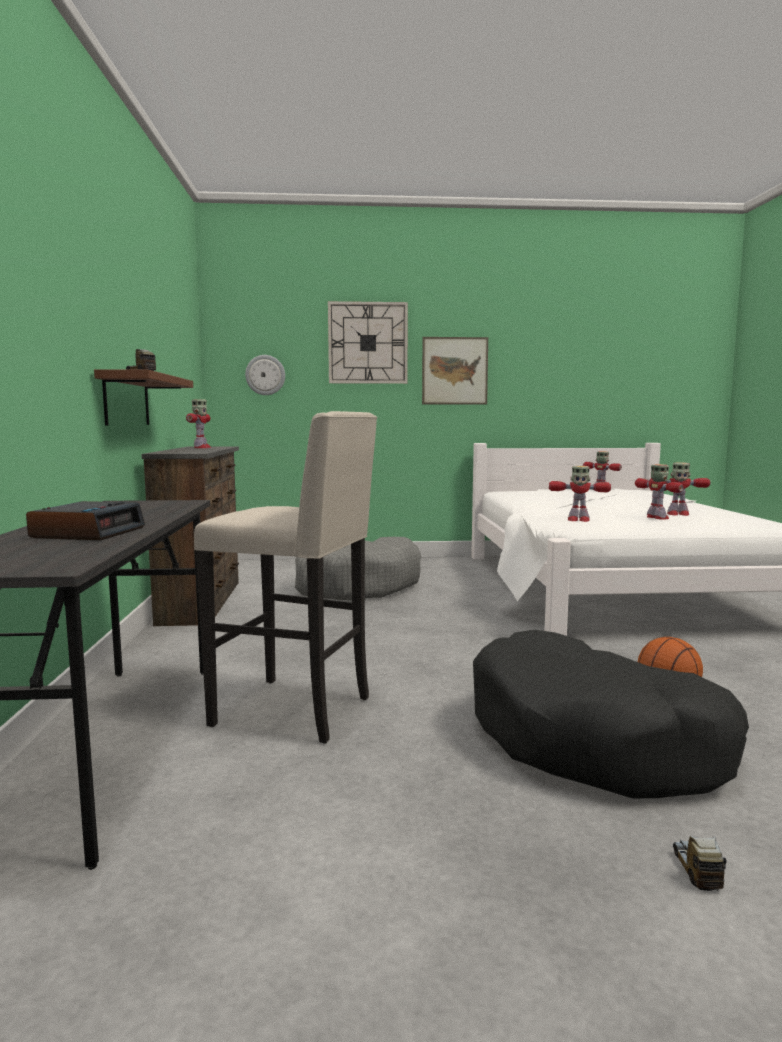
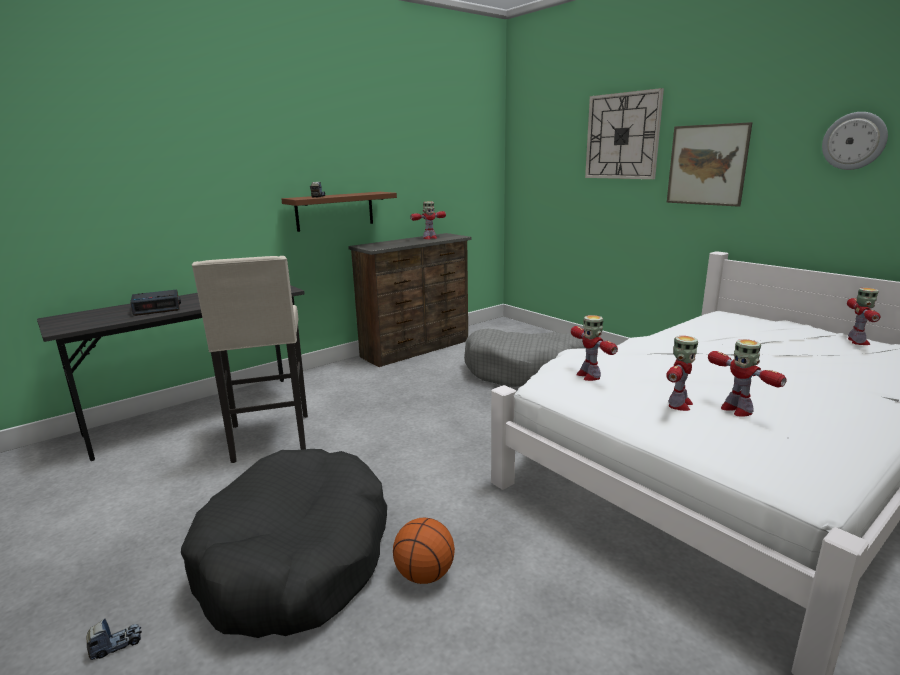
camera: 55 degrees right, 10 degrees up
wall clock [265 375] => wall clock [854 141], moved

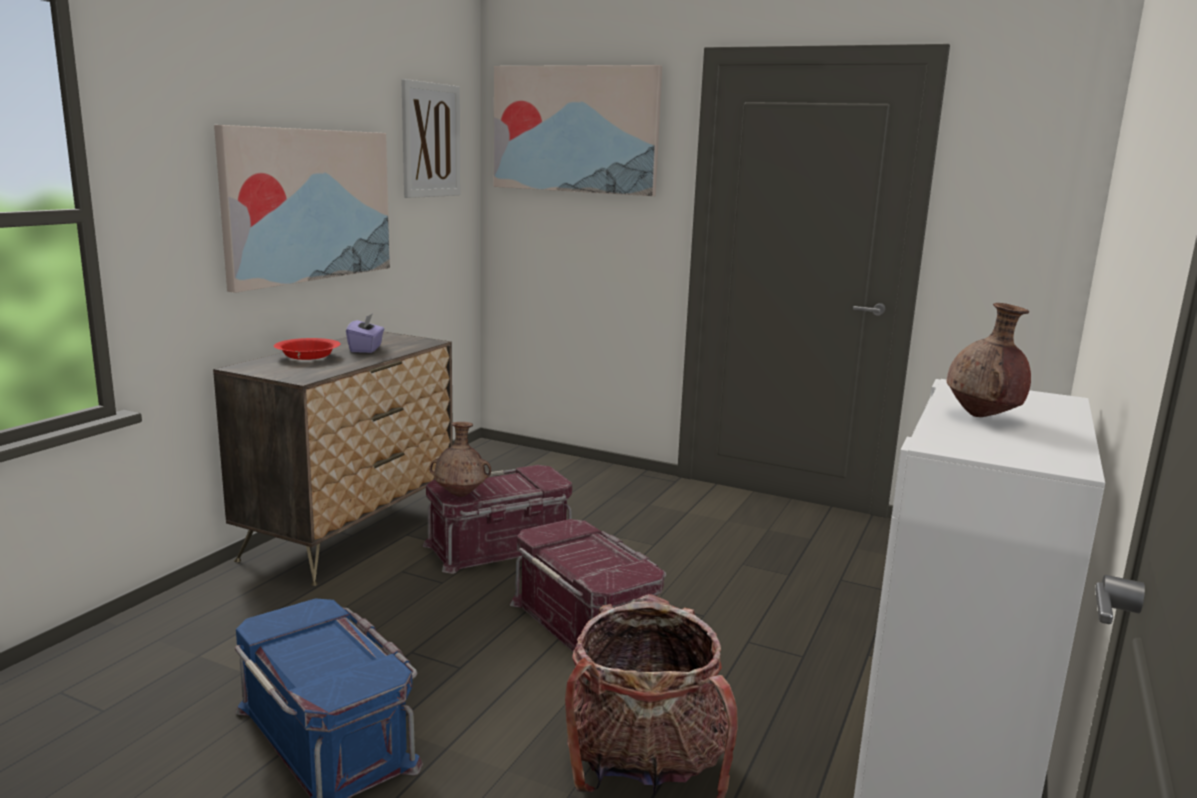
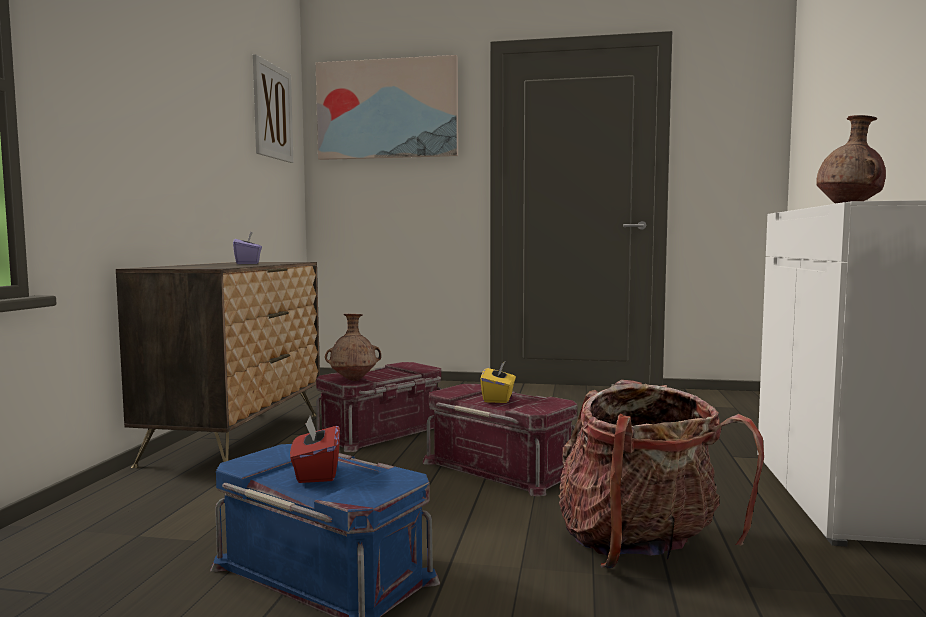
camera: 15 degrees left, 10 degrees down
nothing => red tissue box [316 473]
nothing => yellow tissue box [498 398]
picture [308 205] => nothing
red bowl [307 356] => nothing

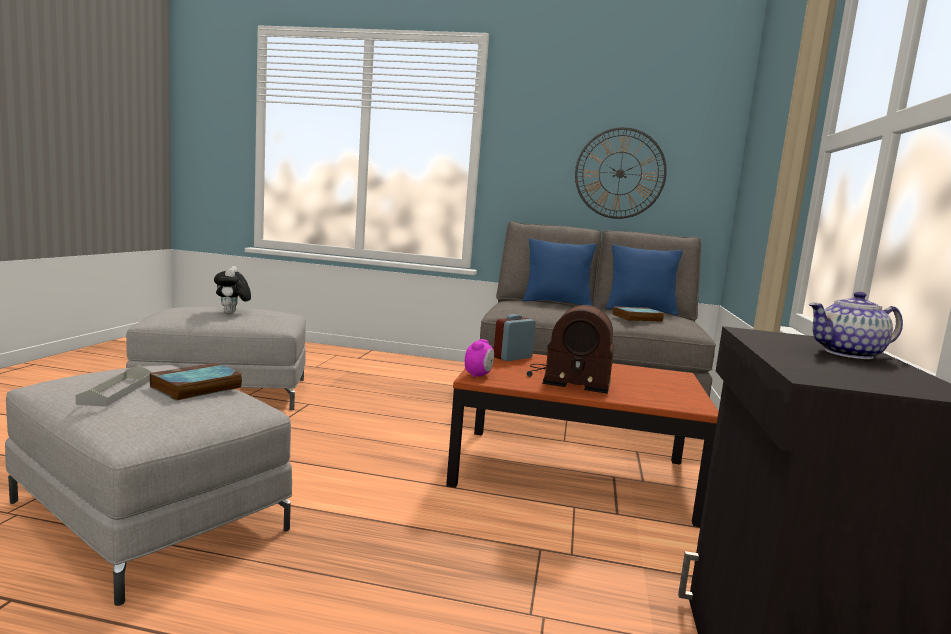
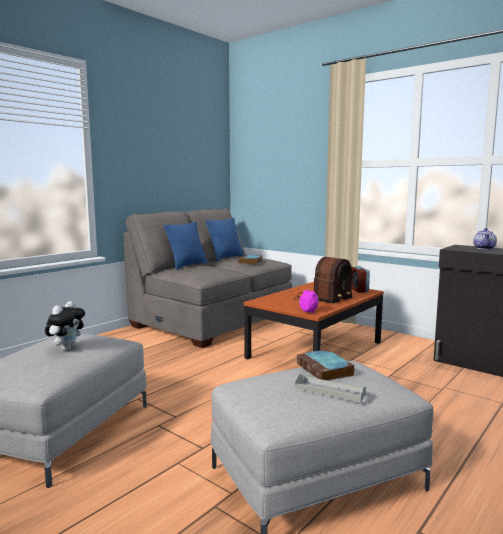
camera: 60 degrees left, 0 degrees up
plush toy [232 313] => plush toy [67 348], 90 degrees counterclockwise
alarm clock [512 357] => alarm clock [359 290], moved
wall clock [620 173] => nothing

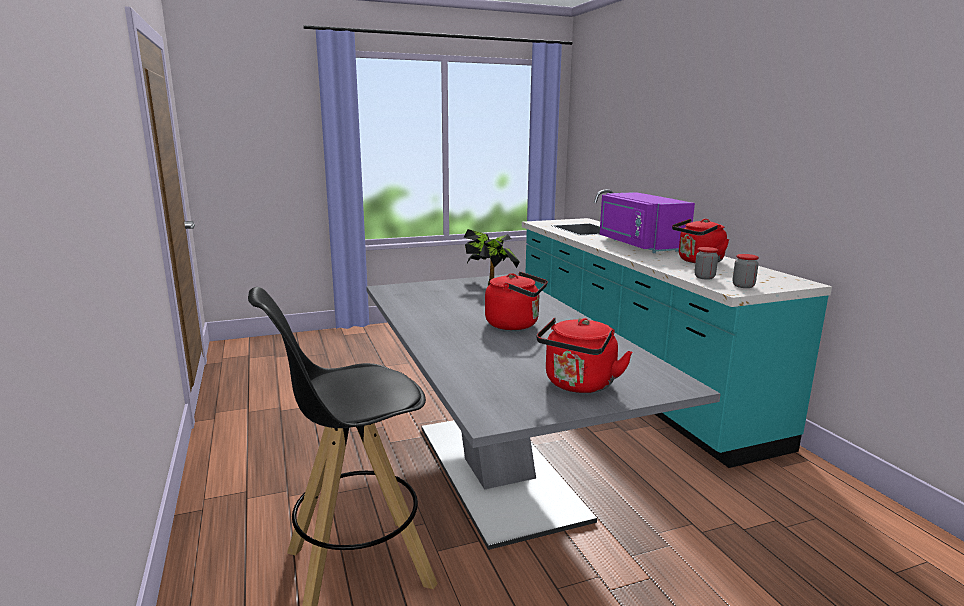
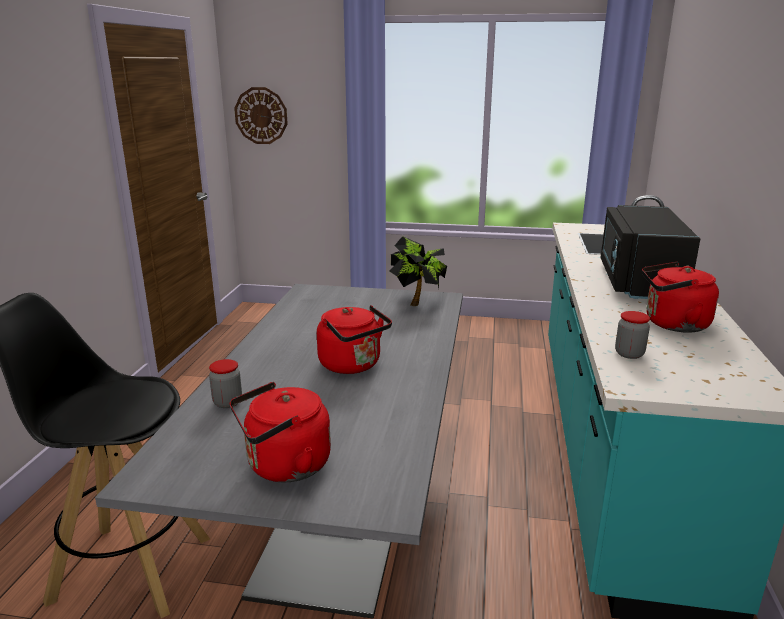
camera: 30 degrees right, 5 degrees up
jar [743 286] => jar [227 402], moved
nothing => wall clock [261 115]
purple microwave [639 245] => black microwave [637 282]

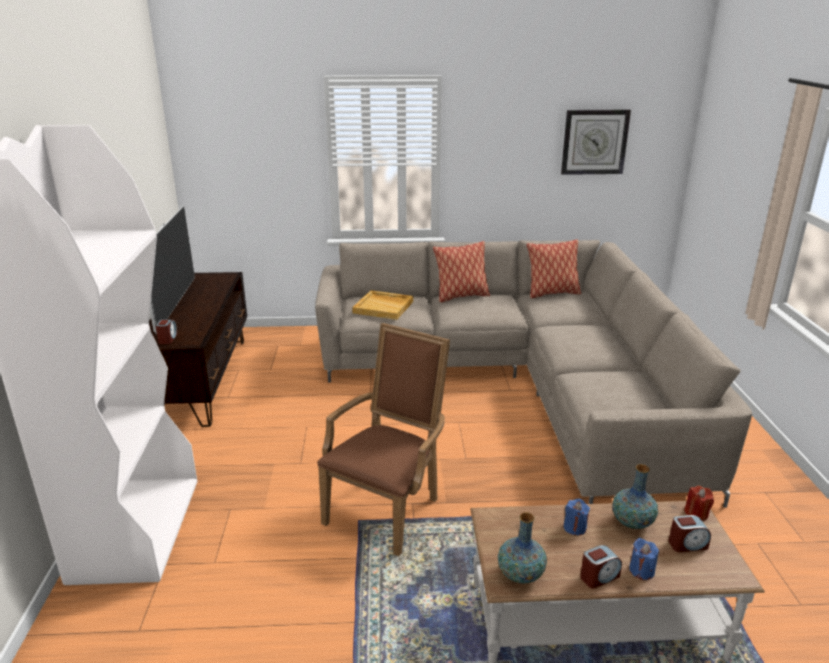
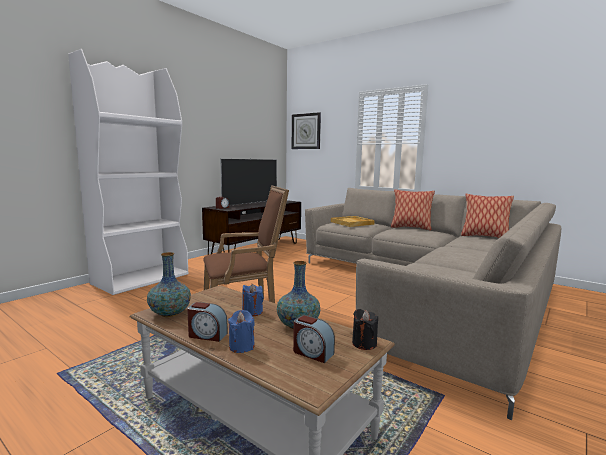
camera: 40 degrees right, 15 degrees down
wall clock [594 142] => wall clock [306 131], moved
red candle [696 513] => black candle [364 343]

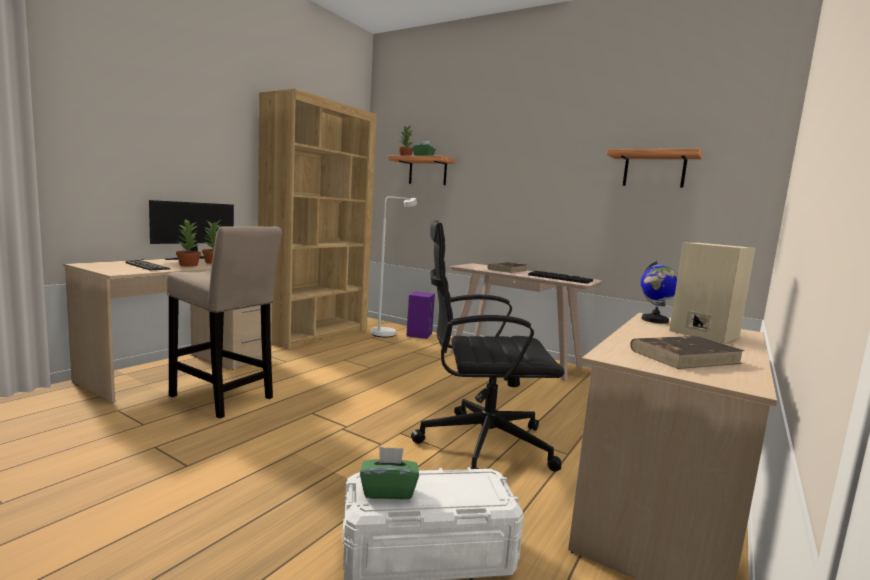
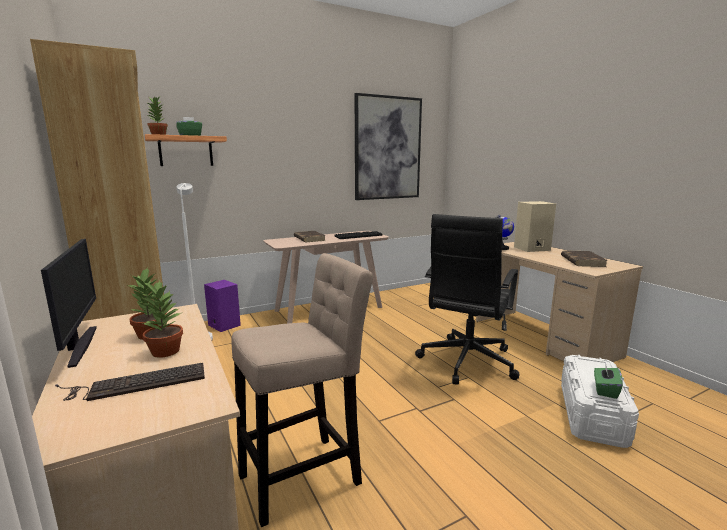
camera: 60 degrees left, 5 degrees up
shelf [654 170] => picture [387 148]

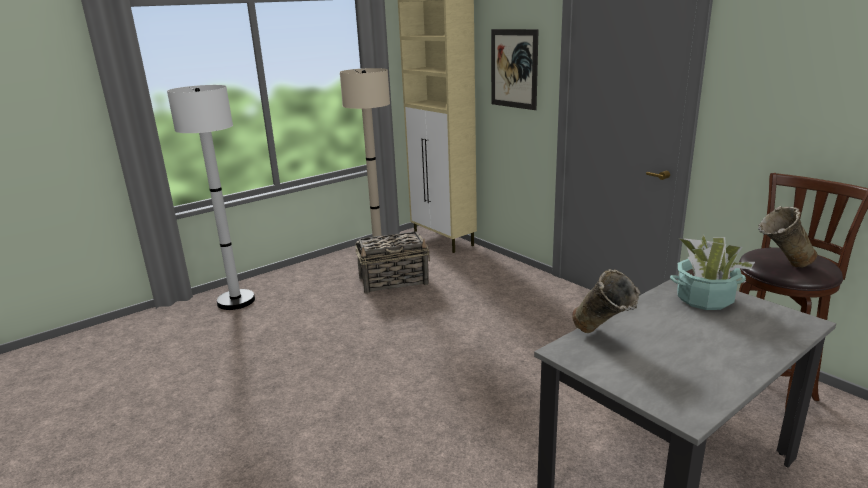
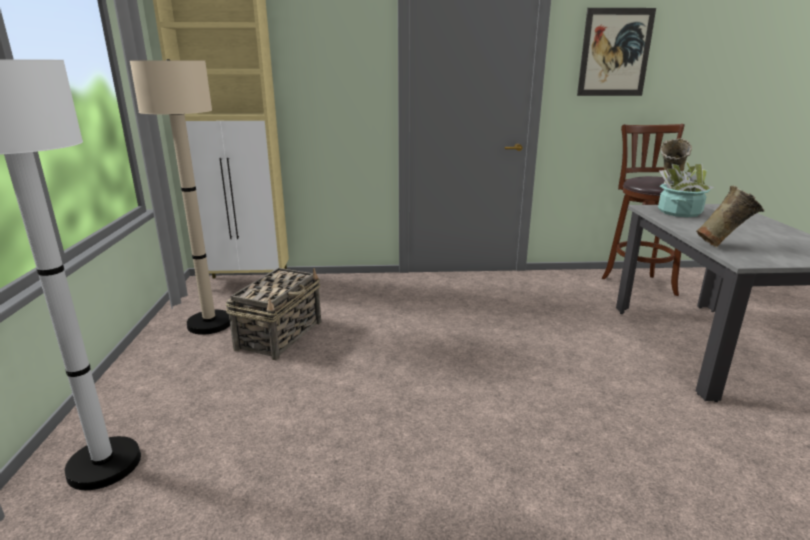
camera: 55 degrees left, 0 degrees up
picture [514 69] => picture [615 53], moved

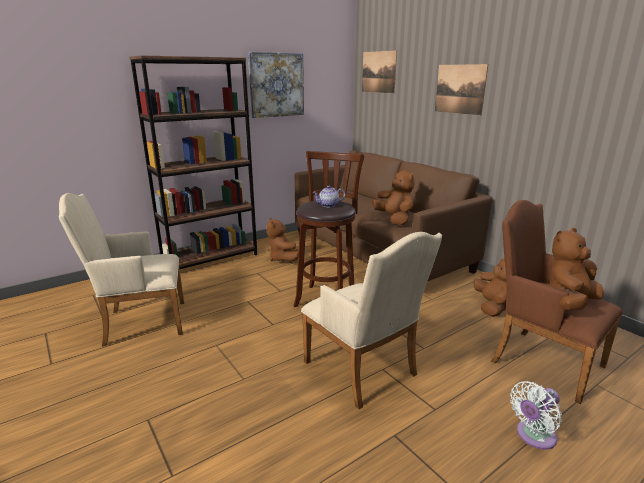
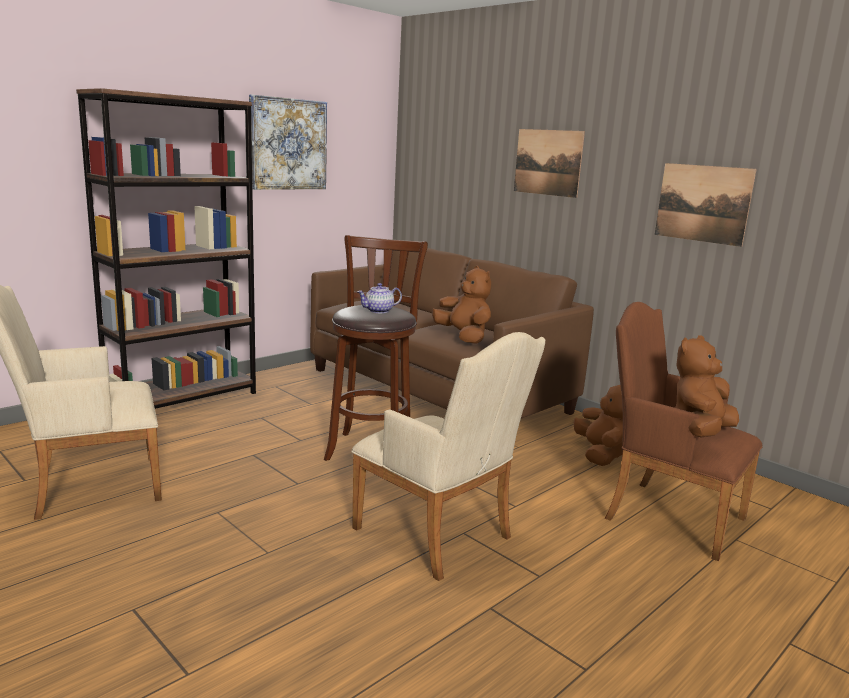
camera: 10 degrees left, 5 degrees down
picture [378 72] => picture [703 203], moved
brown plush toy [283 259] => nothing
white fan [533 436] => nothing

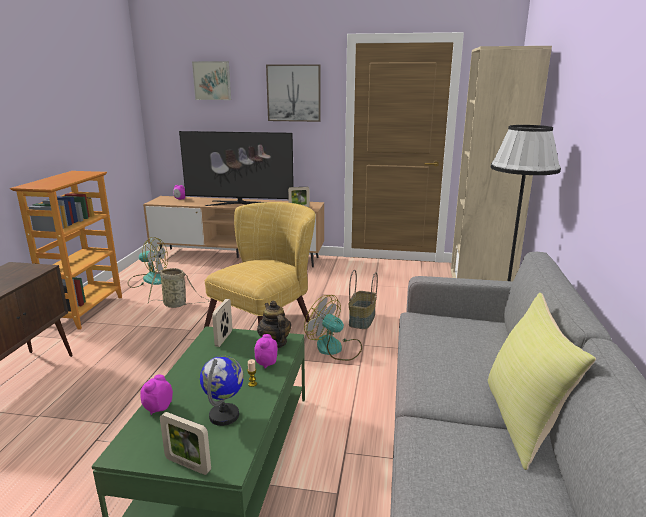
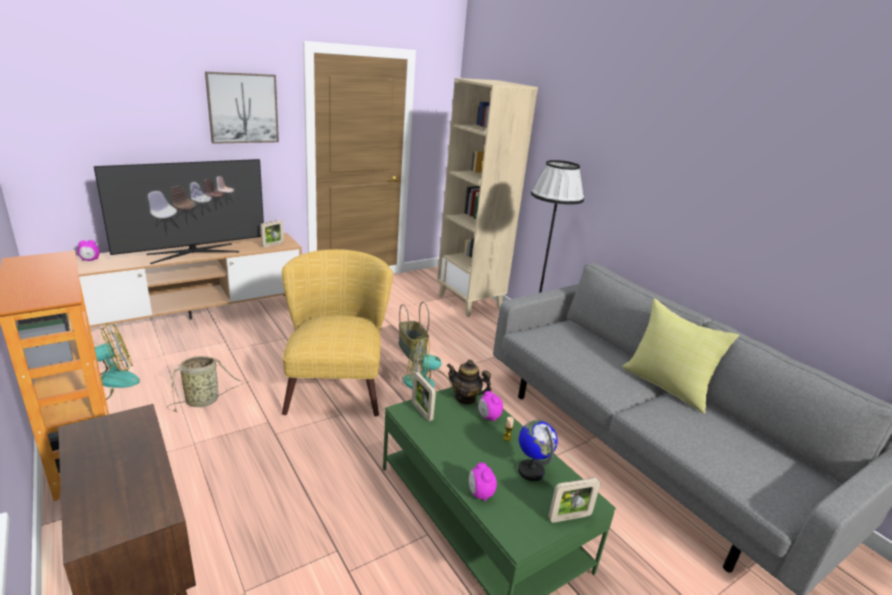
camera: 45 degrees left, 5 degrees up
picture [212 80] => nothing

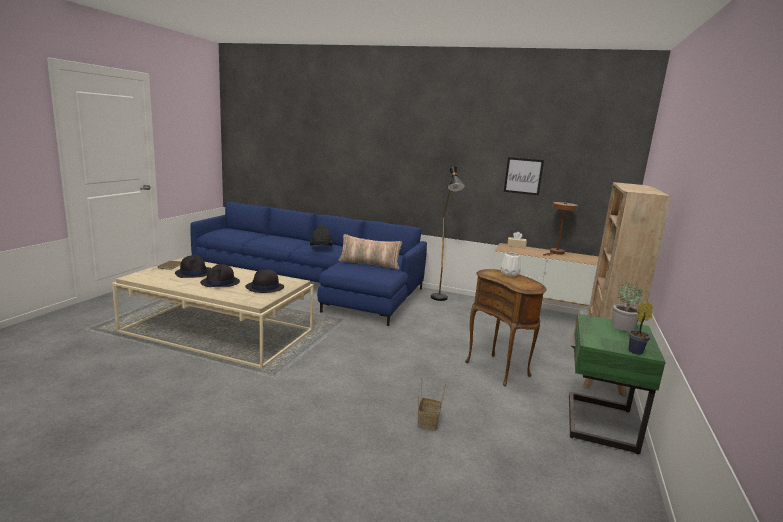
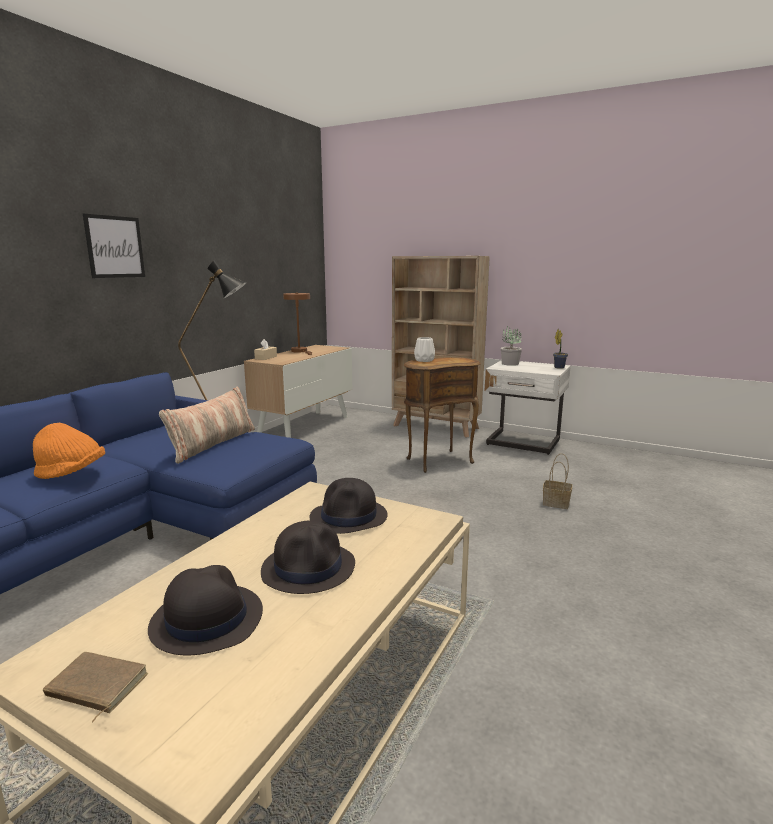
camera: 80 degrees left, 0 degrees up
black hat [321 248] => orange hat [71 473]
picture [523 176] => picture [115 247], moved
green nightstand [597 423] => white nightstand [523 443]

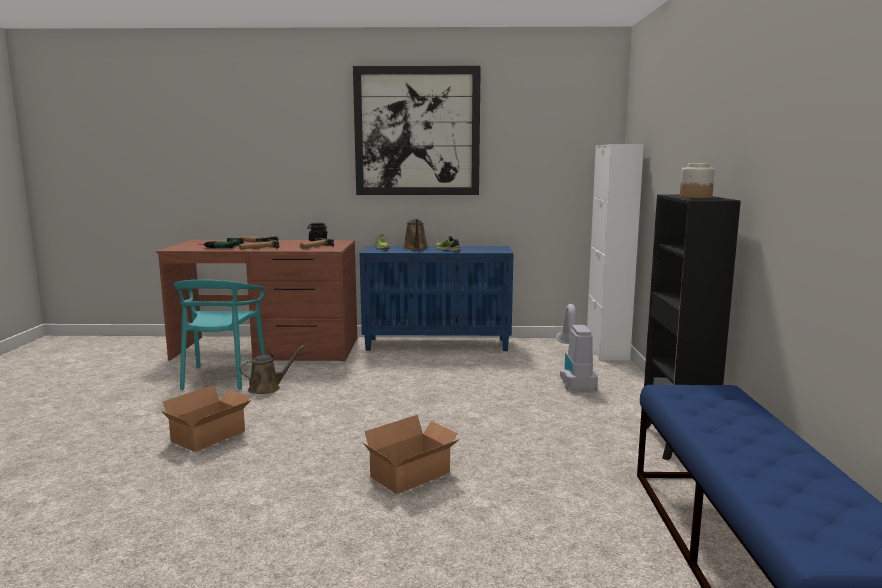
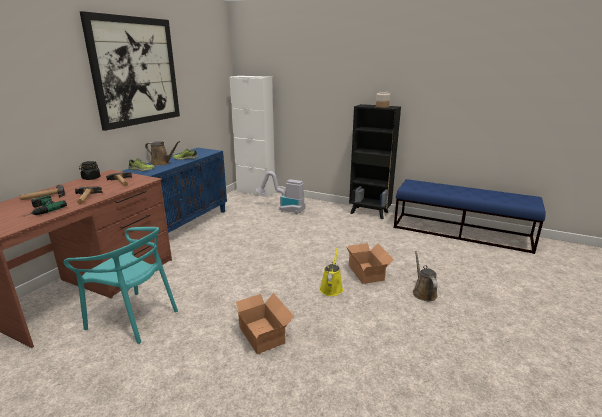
camera: 65 degrees left, 10 degrees up
nothing => yellow watering can [331 287]
brown watering can [267 388] => brown watering can [423 292], moved

